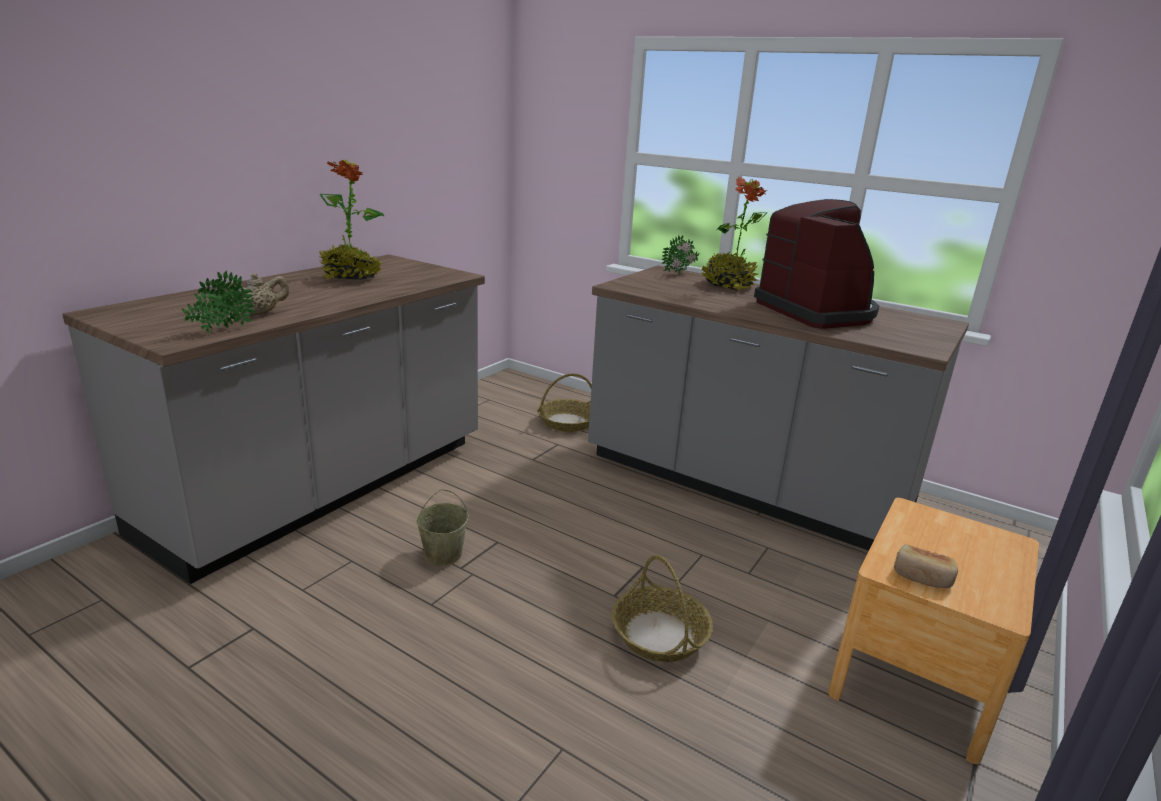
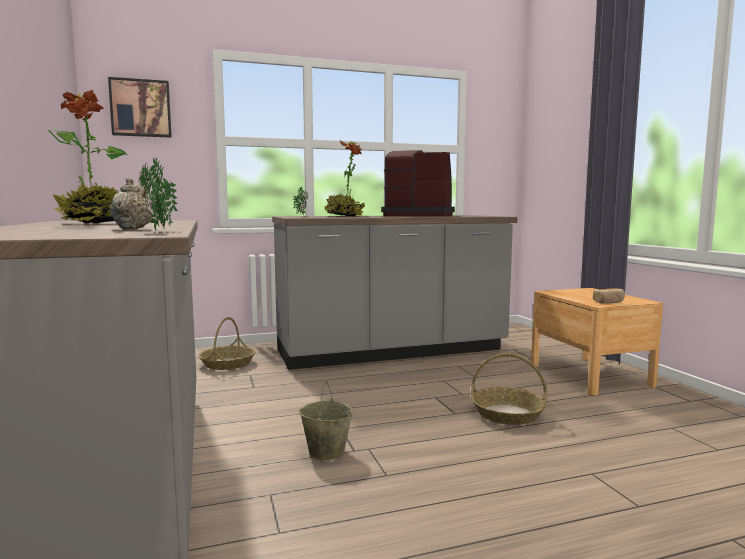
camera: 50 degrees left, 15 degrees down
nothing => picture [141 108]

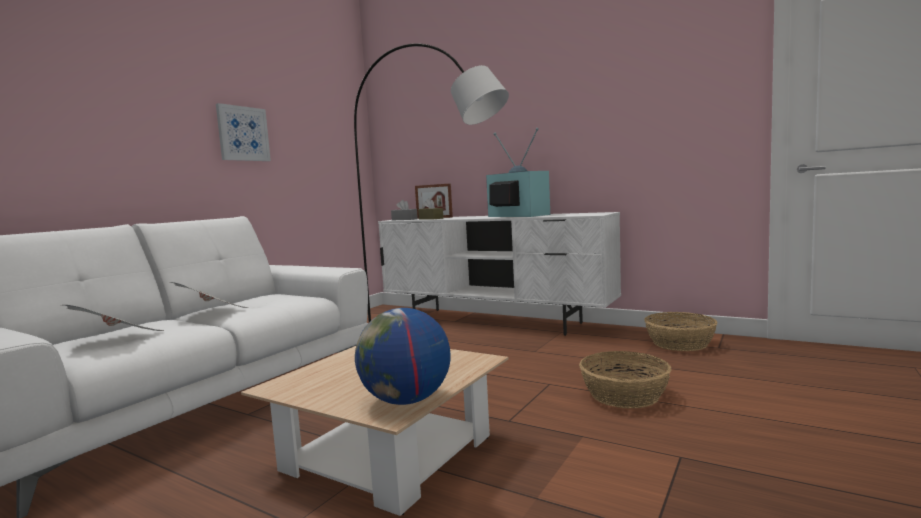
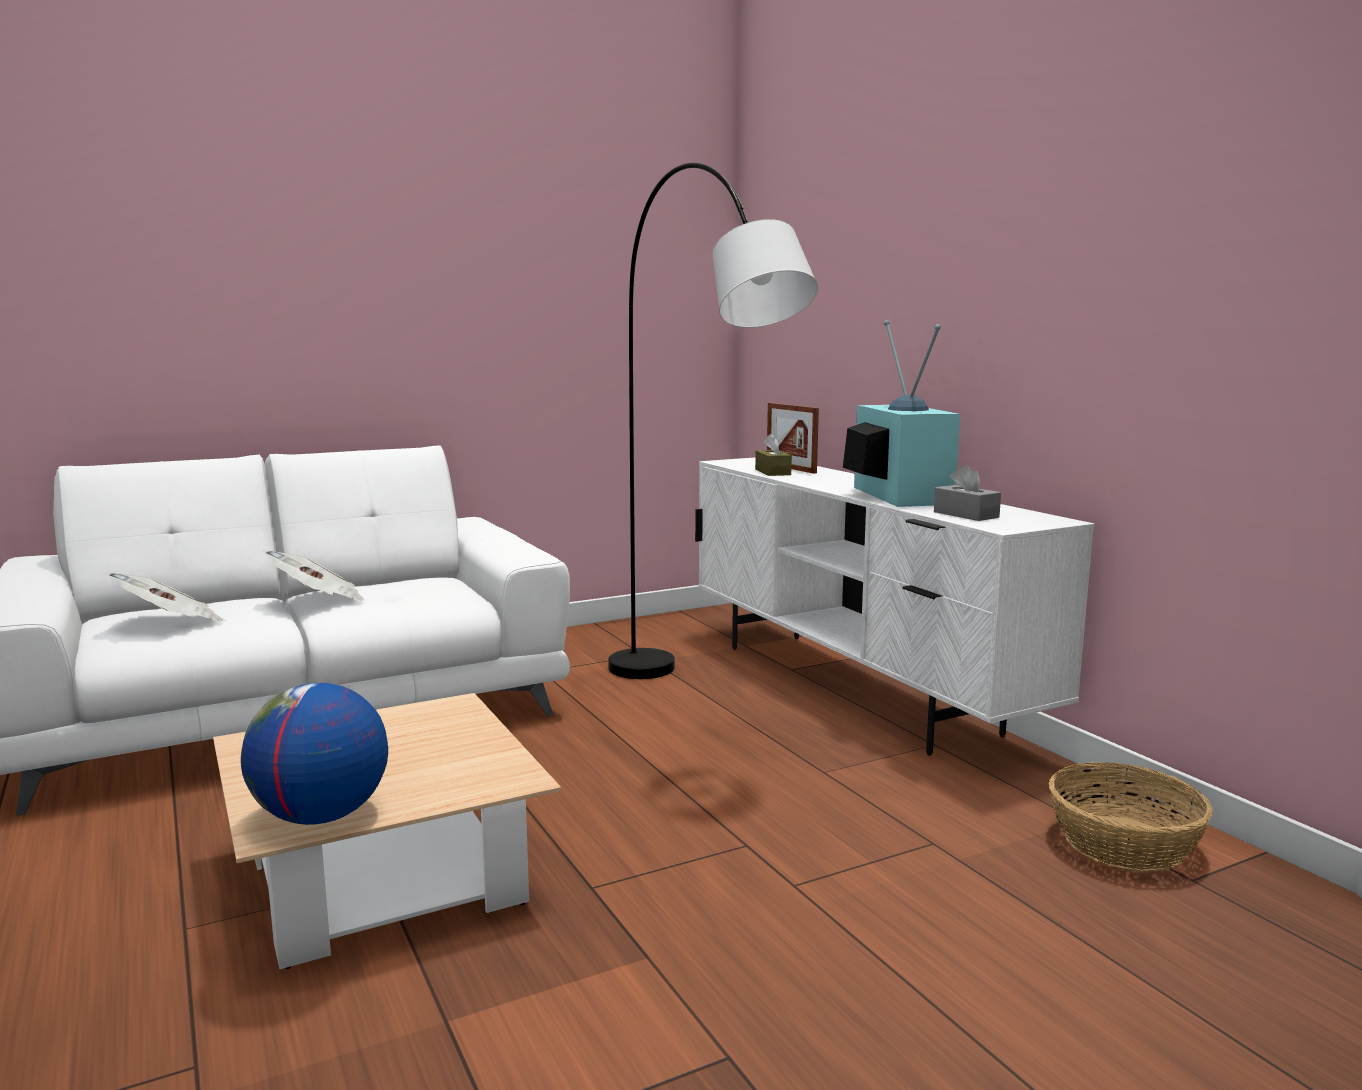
camera: 30 degrees right, 5 degrees up
grey tissue box [404 219] => grey tissue box [966 514], moved
picture [243 133] => nothing
basket [624 395] => nothing

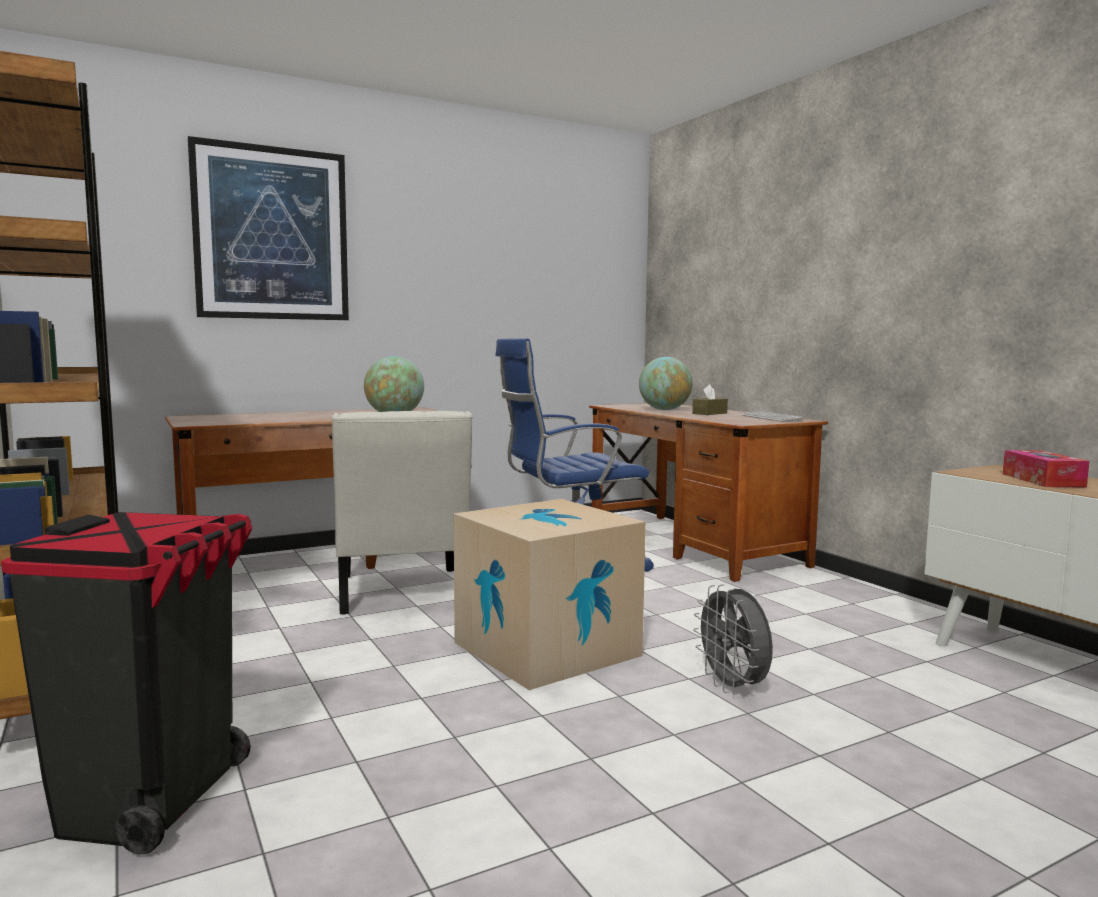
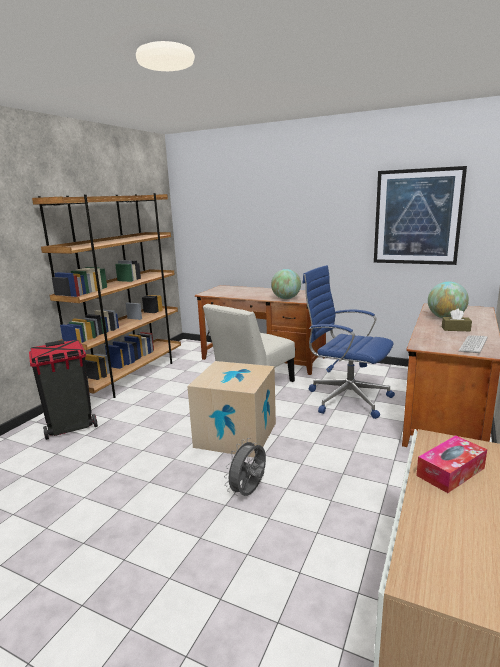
camera: 55 degrees right, 10 degrees up
picture [272 234] => picture [417 217], moved

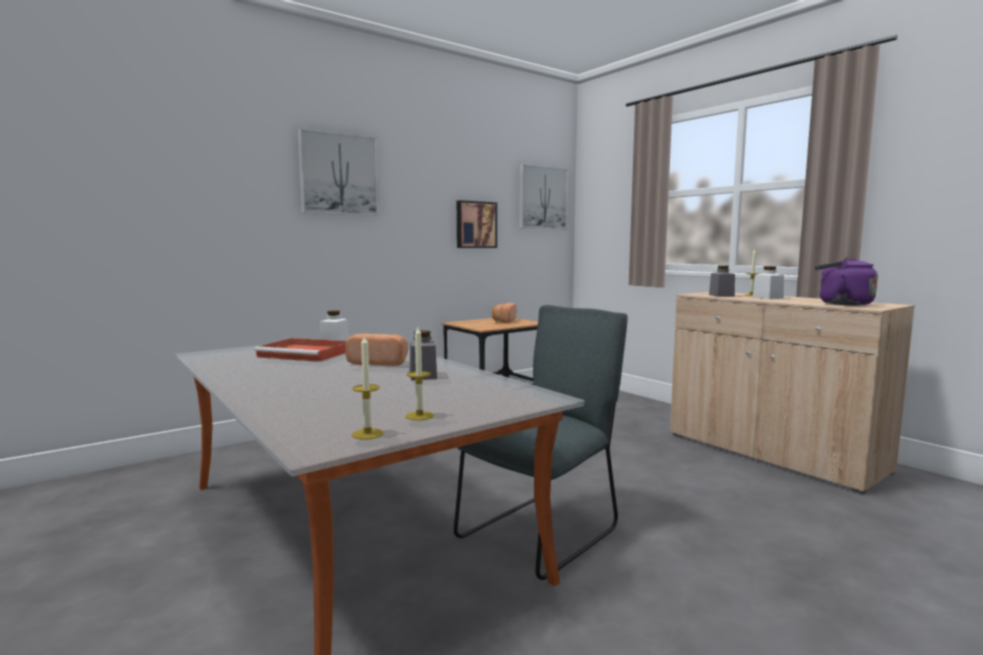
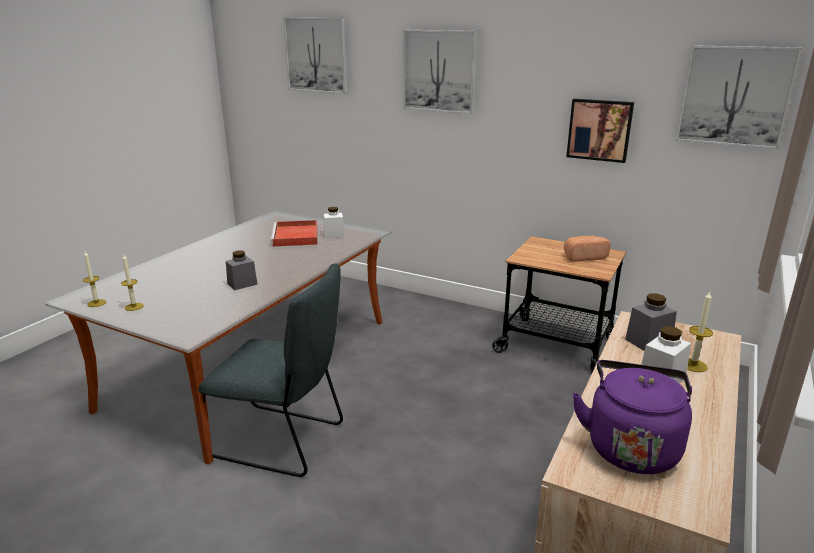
camera: 65 degrees right, 15 degrees up
nothing => picture [316 55]
bread [379 363] => nothing

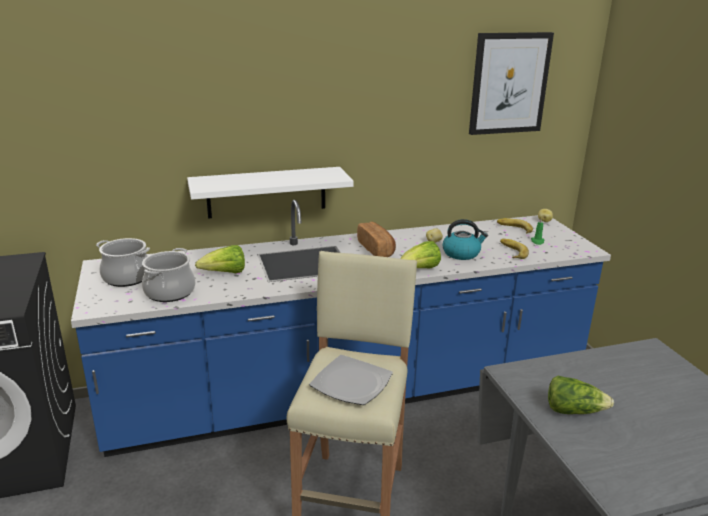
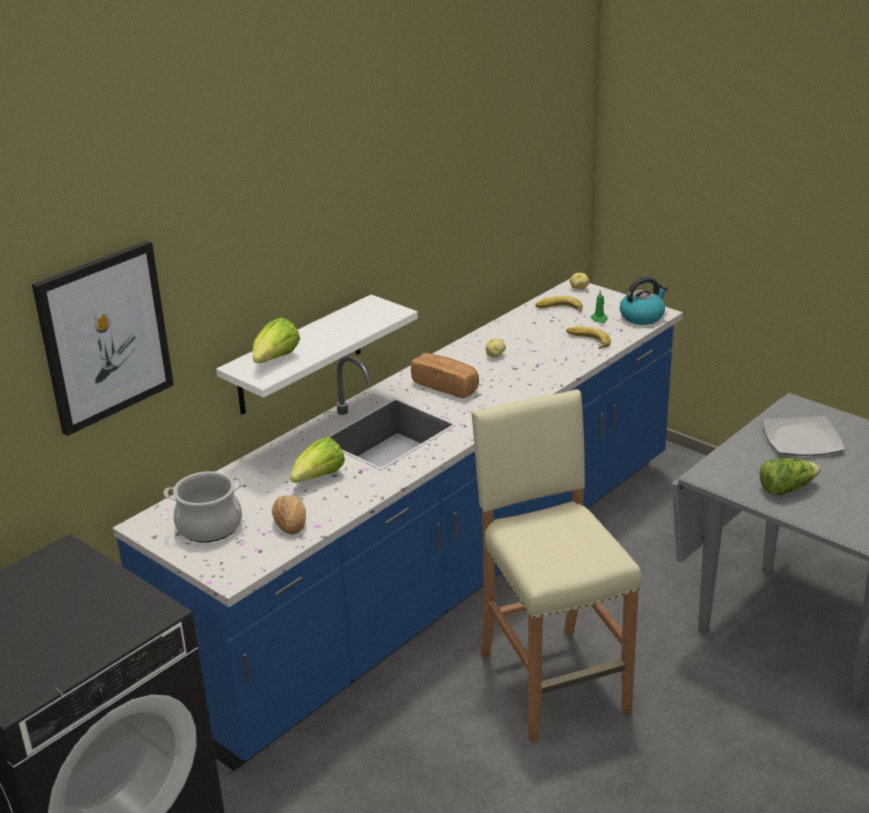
camera: 30 degrees left, 5 degrees up
picture [509 83] => picture [104 336], moved
lettuce [419 270] => lettuce [275 360], moved
cooking pot [170 292] => bread [290 523]
kettle [461 253] => kettle [642 316], moved
plate [352 383] => plate [802 439], moved

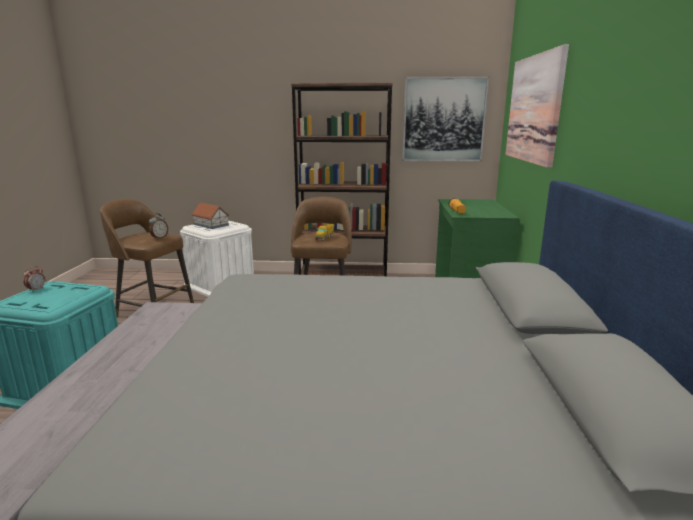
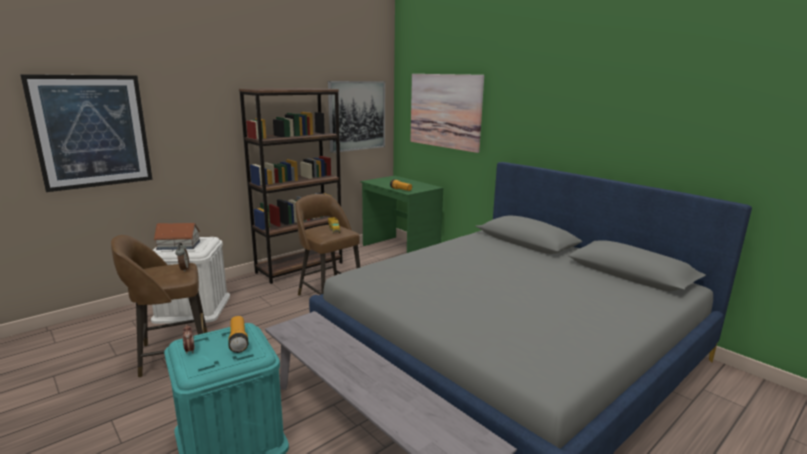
camera: 45 degrees left, 0 degrees up
nothing => picture [92 131]
nothing => flashlight [238 340]

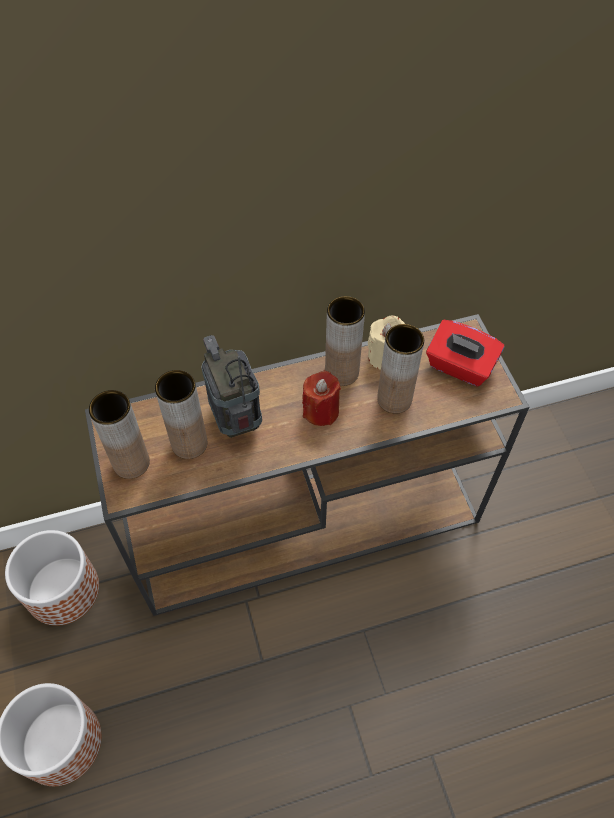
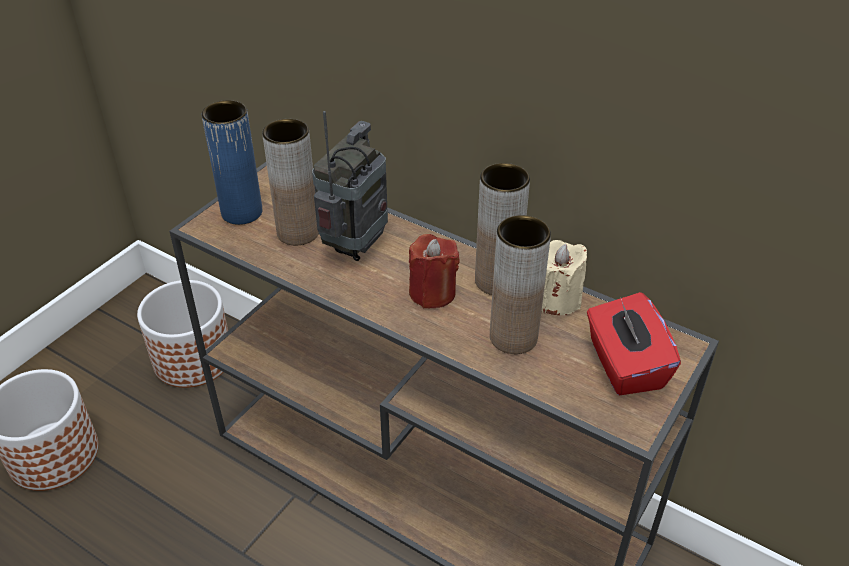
camera: 50 degrees right, 15 degrees down
brown vase [131 463] => blue vase [242 212]

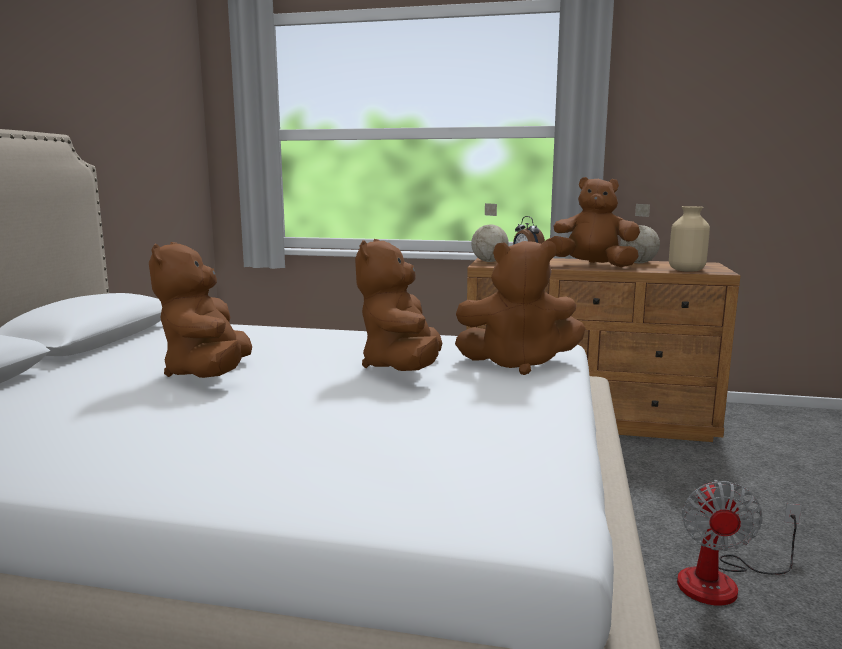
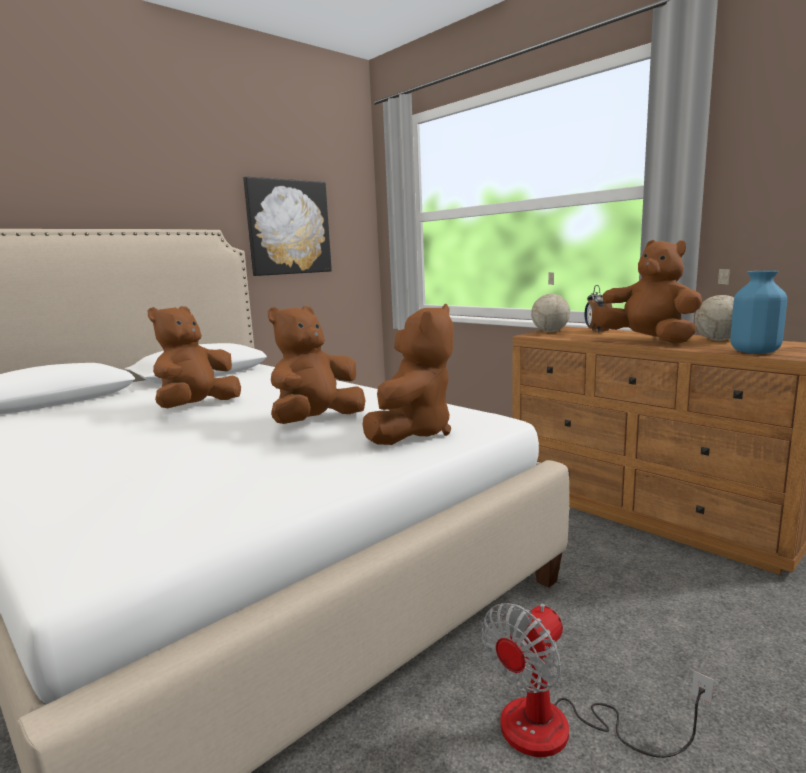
camera: 35 degrees right, 0 degrees up
nothing => picture [288 227]
brown plush toy [518 363] => brown plush toy [411 432], 105 degrees counterclockwise
beige vase [686 270] => blue vase [753 352]

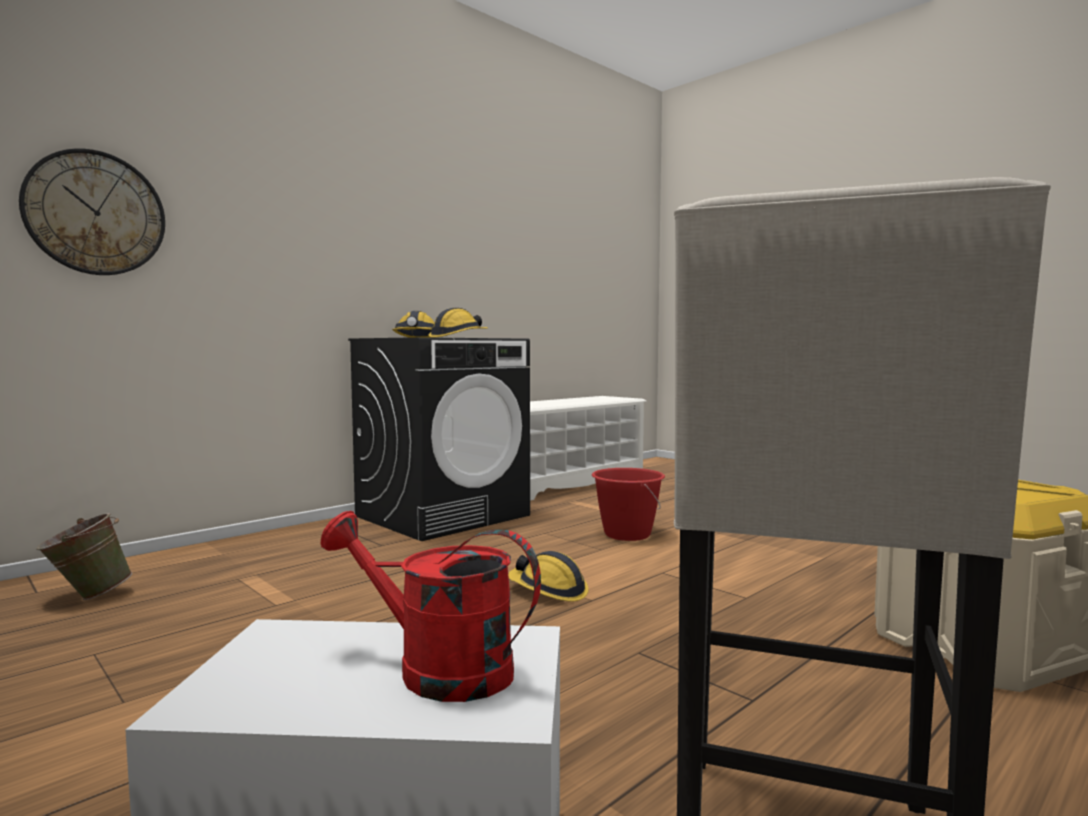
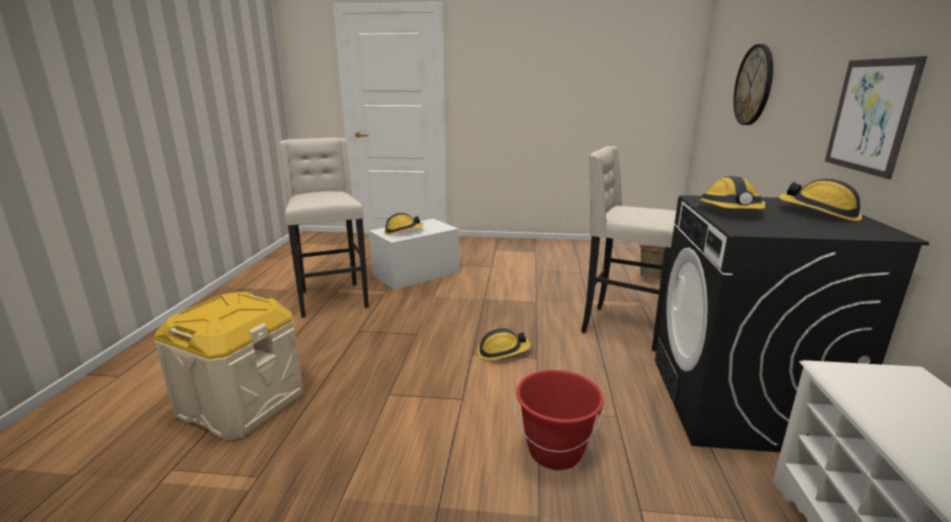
camera: 140 degrees right, 15 degrees up
red watering can [437 669] => hard hat [402 231]
nothing => beige stool [622 327]
nothing => picture [870 116]

